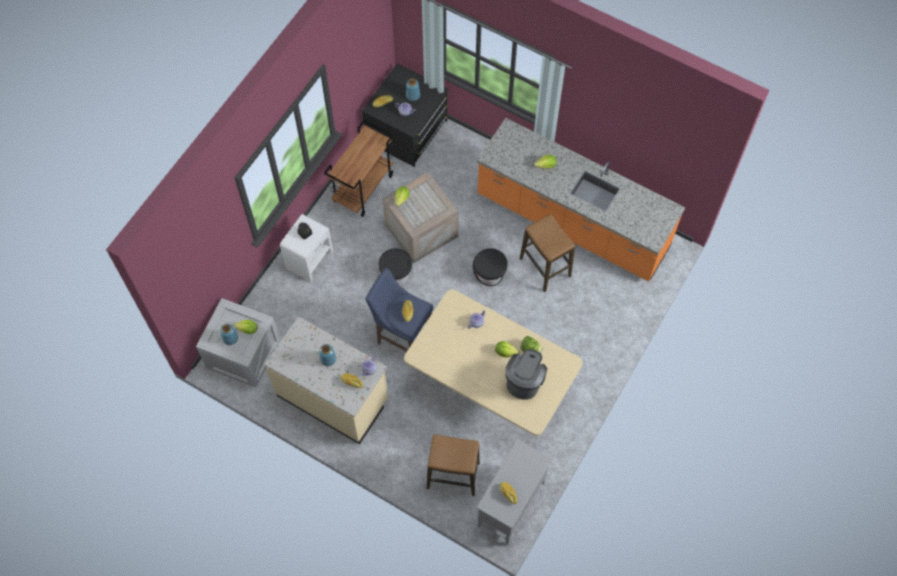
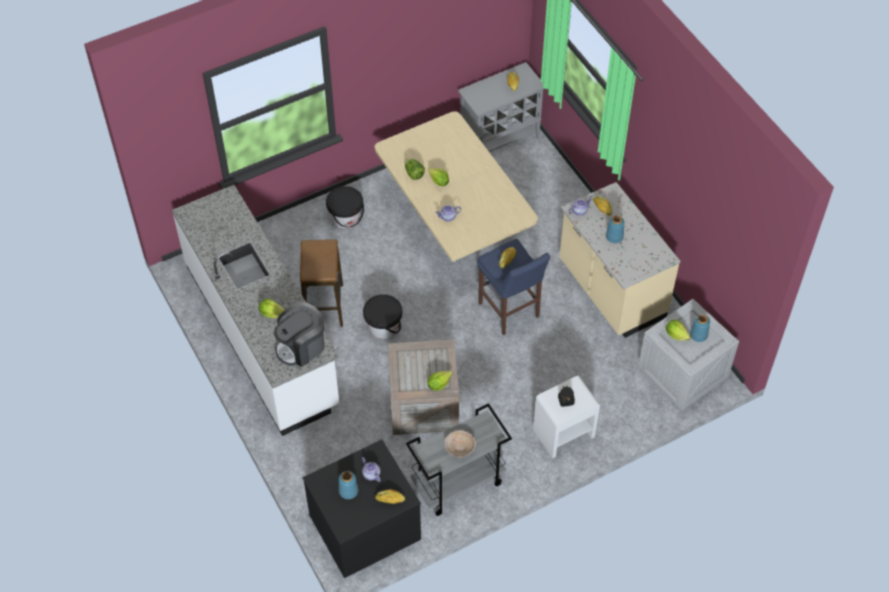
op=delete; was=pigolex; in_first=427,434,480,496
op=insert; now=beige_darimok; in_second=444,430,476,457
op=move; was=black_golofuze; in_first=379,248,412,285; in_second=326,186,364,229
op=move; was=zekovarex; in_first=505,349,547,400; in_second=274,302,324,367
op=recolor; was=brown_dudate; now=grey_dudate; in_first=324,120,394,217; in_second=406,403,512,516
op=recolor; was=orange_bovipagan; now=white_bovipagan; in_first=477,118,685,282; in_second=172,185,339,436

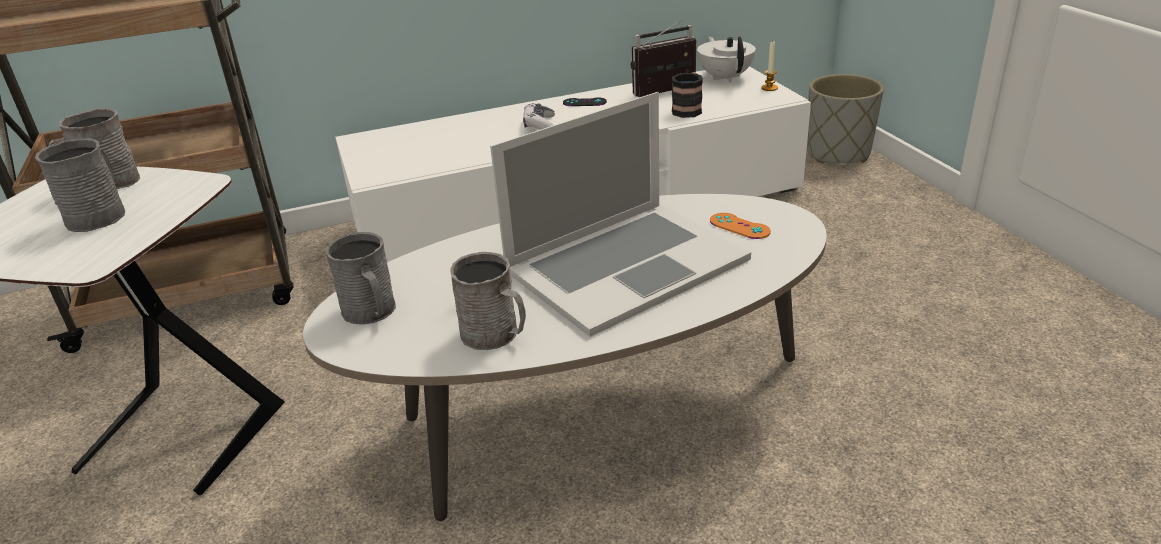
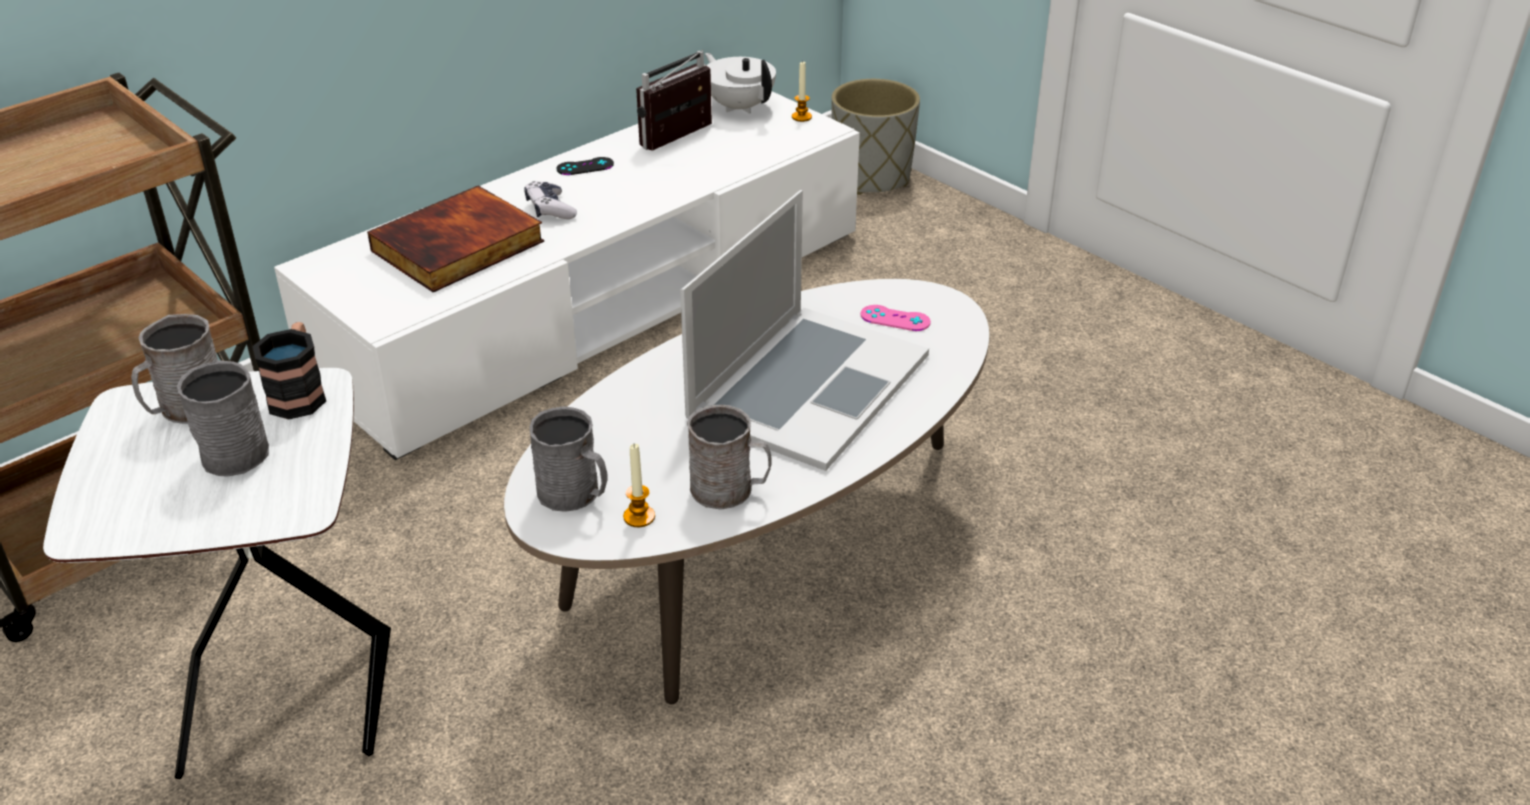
op=insert; now=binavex; in_second=367,186,544,292
op=insert; now=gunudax; in_second=623,444,655,527
op=move; was=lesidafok; in_first=672,72,703,118; in_second=252,322,326,420
op=recolor; was=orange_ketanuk; now=pink_ketanuk; in_first=710,213,771,239; in_second=861,305,931,331

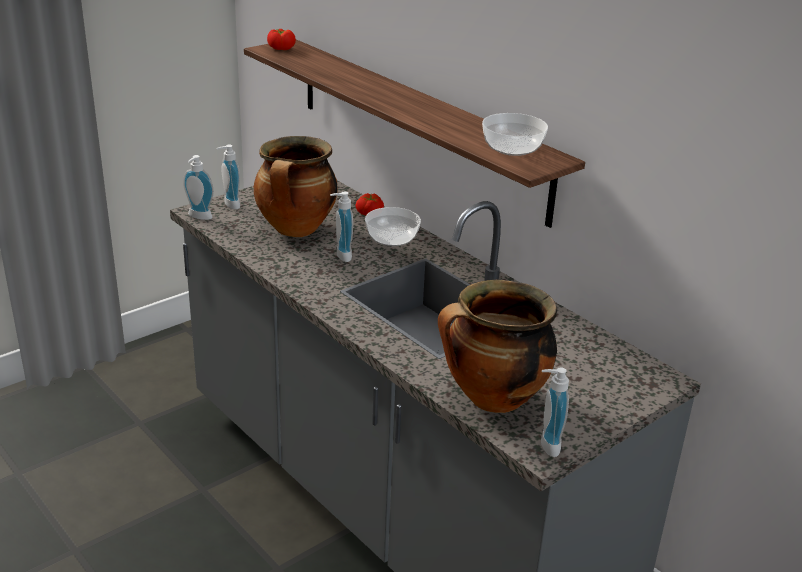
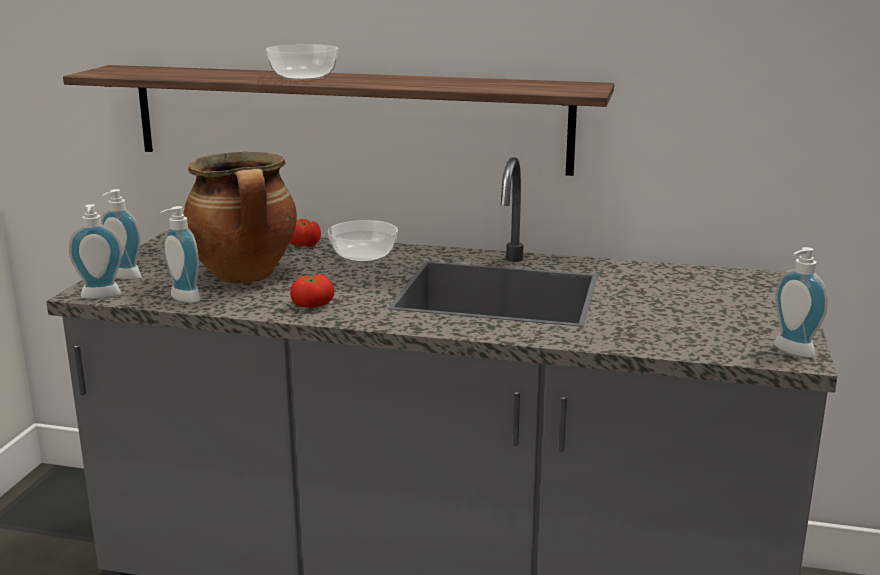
op=delete; was=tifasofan; in_first=438,280,557,413
op=move; was=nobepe; in_first=267,29,296,50; in_second=290,274,334,308
op=move; was=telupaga; in_first=330,192,353,262; in_second=160,206,201,303
op=move; was=darimok; in_first=482,113,548,156; in_second=266,44,338,80

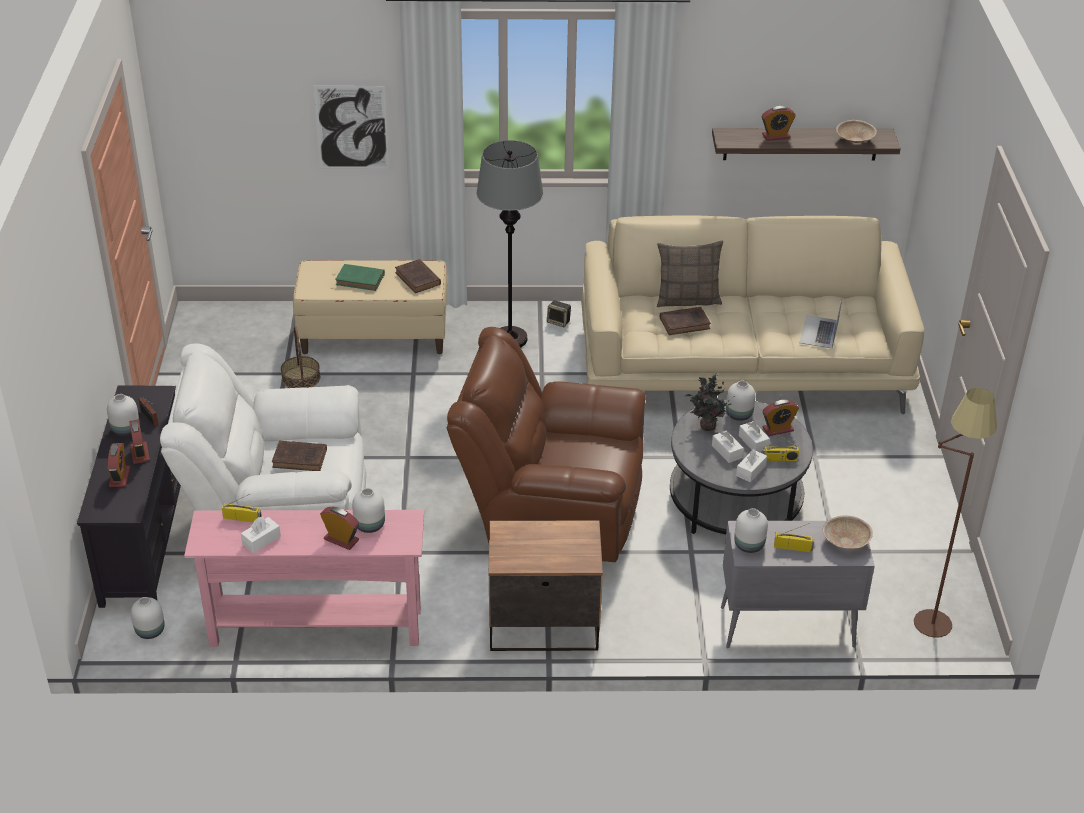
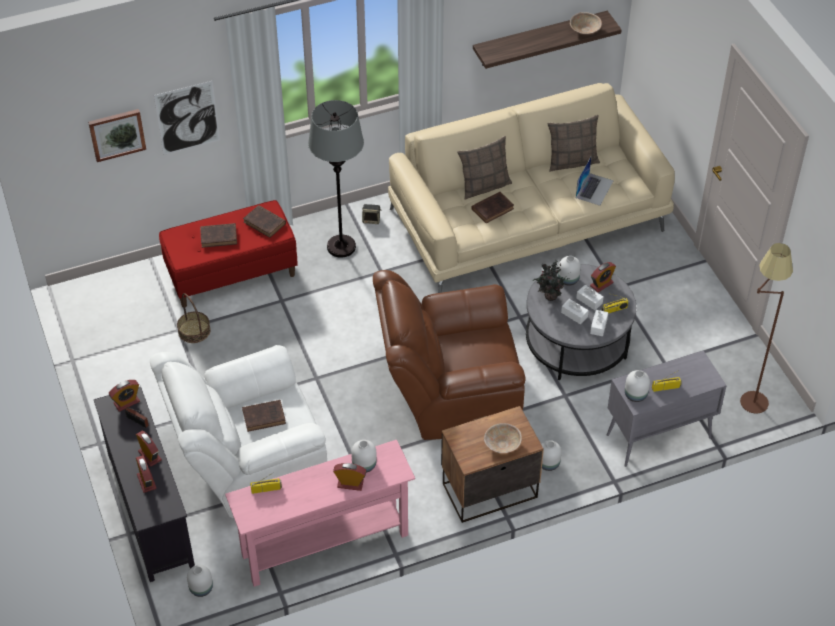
op=delete; was=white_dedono; in_first=241,516,281,553
op=insert; now=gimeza; in_second=88,109,146,162
op=insert; now=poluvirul; in_second=547,115,600,172
op=move; was=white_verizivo; in_first=107,394,140,436; in_second=541,440,561,471
op=move; was=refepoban; in_first=762,106,796,141; in_second=109,380,140,412
op=move; was=beige_darimok; in_first=822,516,873,549; in_second=484,423,522,453
op=recolor; was=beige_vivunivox; now=red_vivunivox; in_first=293,260,447,354; in_second=159,200,298,307
op=recolor; was=green_binavex; now=brown_binavex; in_first=335,264,385,291; in_second=200,223,237,248
op=rotate; was=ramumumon; in_first=799,295,843,349; in_second=576,157,613,206; clockwise=-150

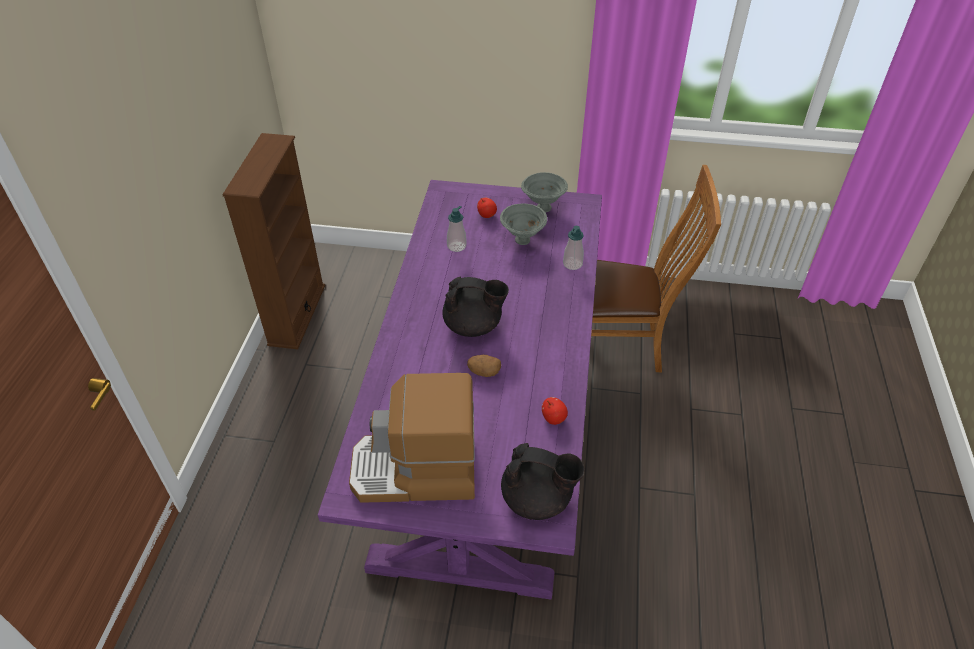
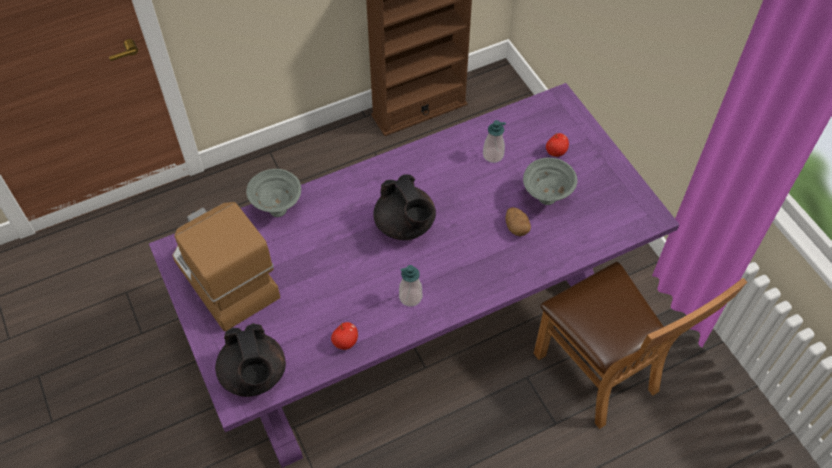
op=move; was=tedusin; in_first=467,355,501,377; in_second=506,207,531,236
op=move; was=grey_darimok; in_first=521,172,568,213; in_second=246,169,301,217
op=move; was=telupaga; in_first=563,226,584,270; in_second=399,265,422,307

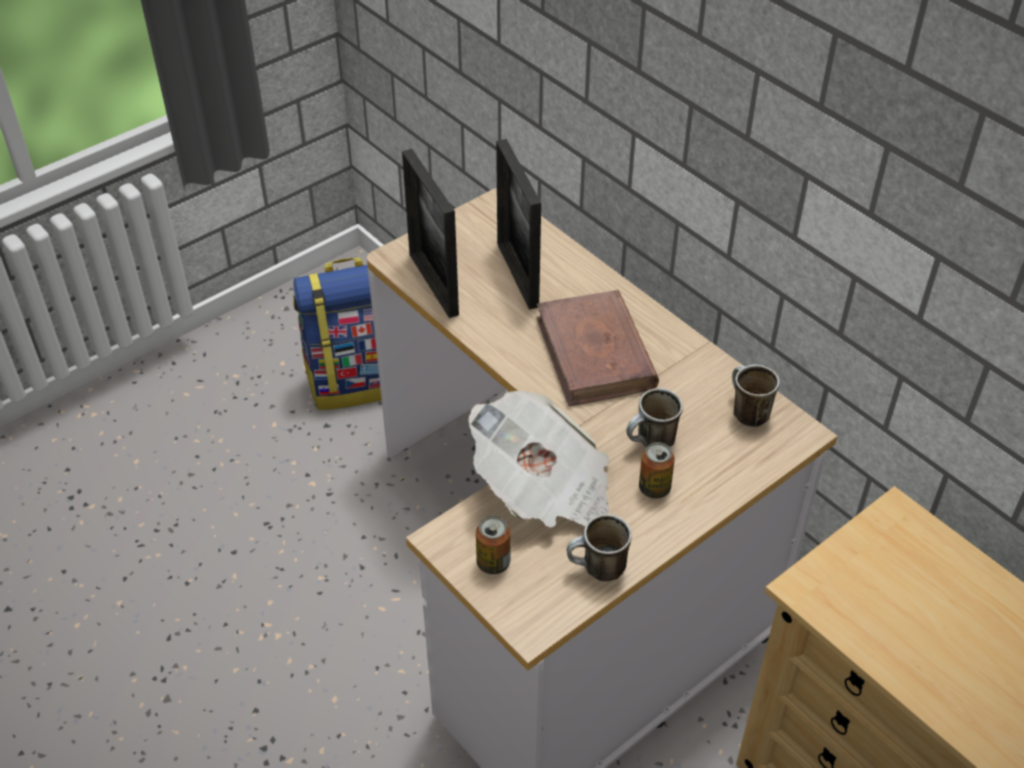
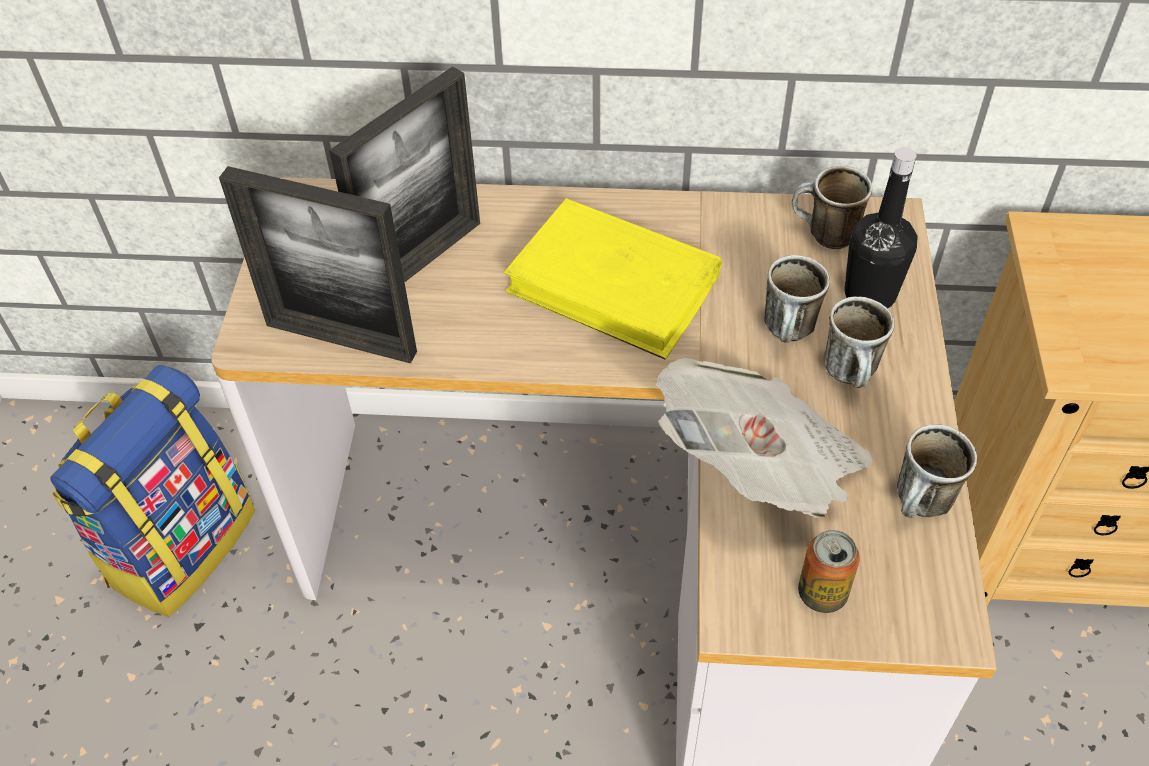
op=insert; now=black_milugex; in_second=845,147,917,309
op=replace; was=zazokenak; now=lesidafok; in_first=639,442,675,499; in_second=824,296,895,388
op=recolor; was=brown_binavex; now=yellow_binavex; in_first=536,290,659,406; in_second=504,198,722,360
op=rotate; was=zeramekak; in_first=496,139,541,309; in_second=329,66,480,282; clockwise=-75

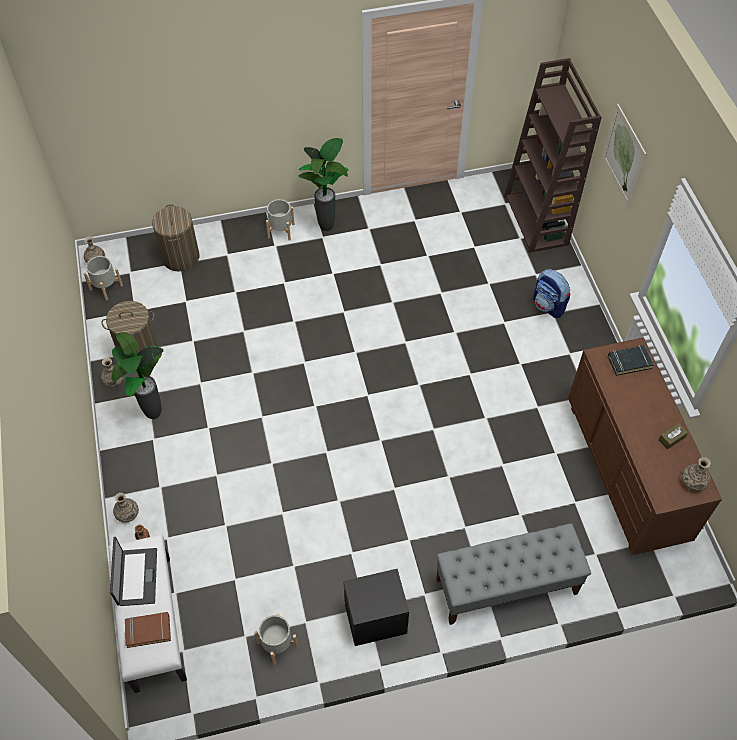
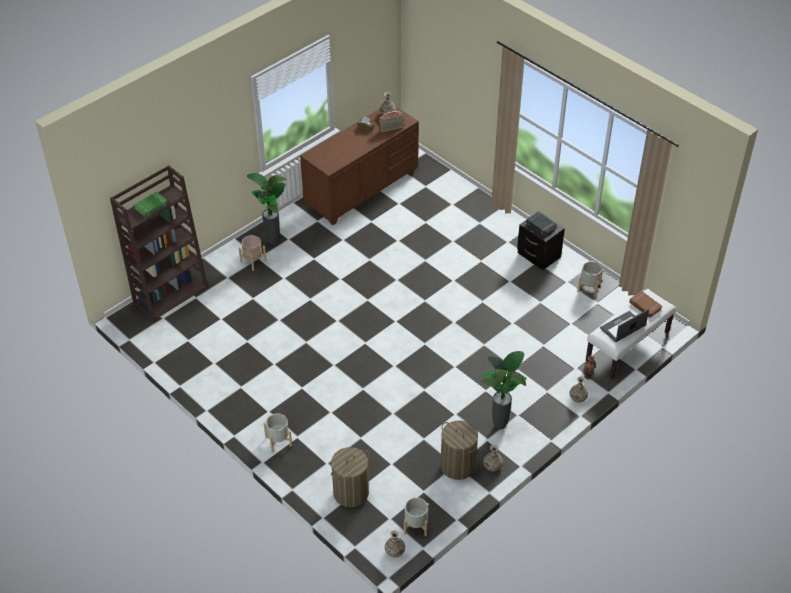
op=delete; was=grey_vivunivox; in_first=436,523,591,625
op=delete; was=gimeza; in_first=602,104,647,207
op=insert; now=green_binavex; in_second=134,192,168,217
op=insert; now=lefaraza; in_second=379,111,403,133
op=move; was=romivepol; in_first=299,138,348,231; in_second=247,173,287,245
op=move; was=black_binavex; in_first=608,345,654,376; in_second=526,211,557,236
op=replace; was=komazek; now=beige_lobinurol; in_first=533,269,570,318; in_second=238,235,267,271

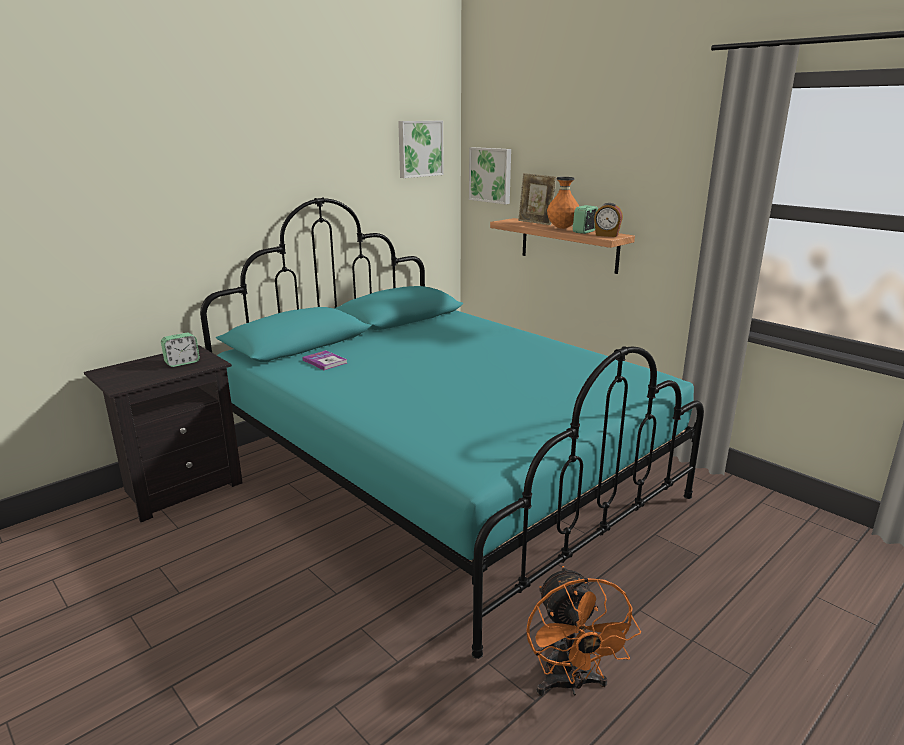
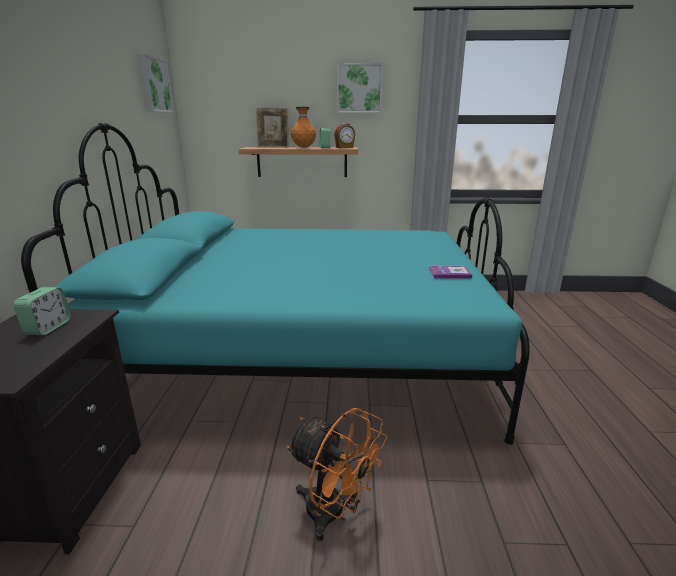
op=move; was=binavex; in_first=302,350,347,370; in_second=429,266,472,279
op=move; was=gimeza; in_first=469,147,511,204; in_second=337,63,383,113
op=move; was=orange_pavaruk; in_first=526,566,641,696; in_second=286,408,387,542

